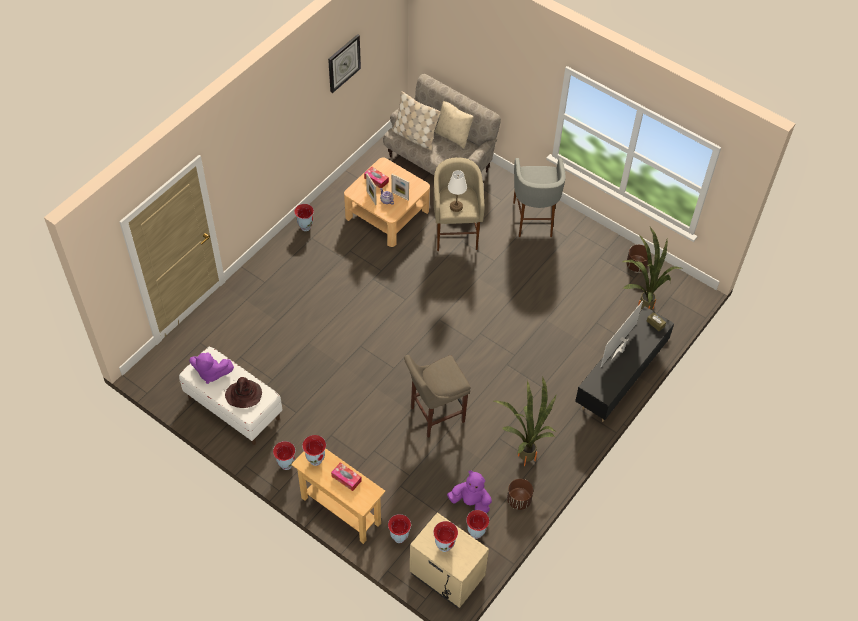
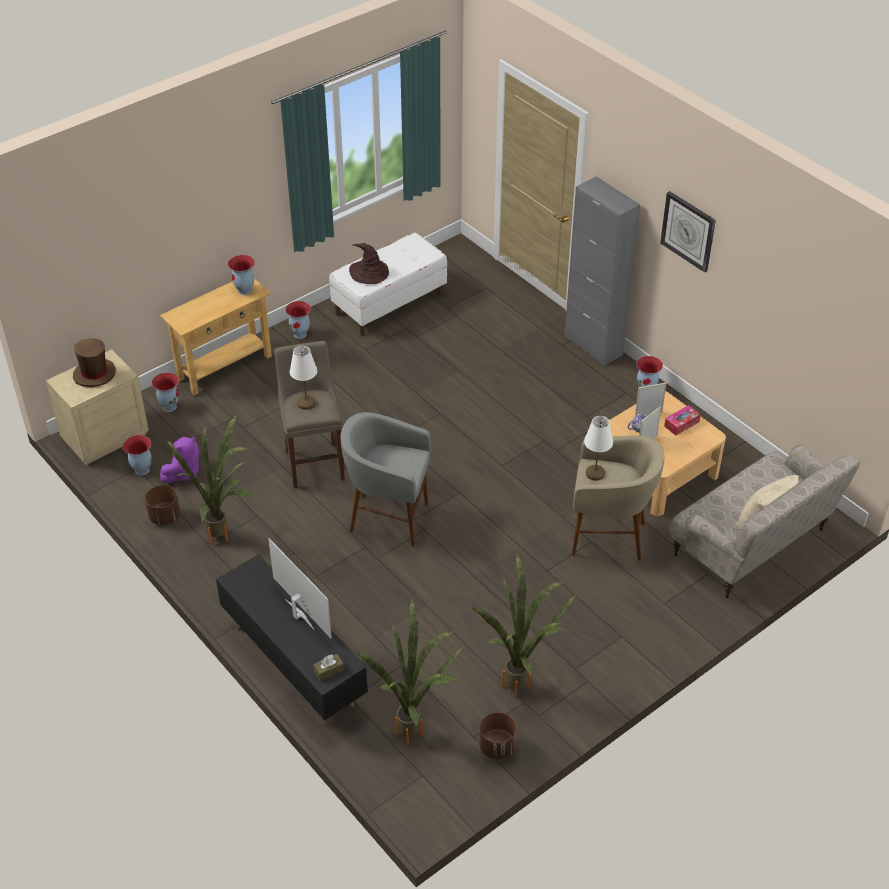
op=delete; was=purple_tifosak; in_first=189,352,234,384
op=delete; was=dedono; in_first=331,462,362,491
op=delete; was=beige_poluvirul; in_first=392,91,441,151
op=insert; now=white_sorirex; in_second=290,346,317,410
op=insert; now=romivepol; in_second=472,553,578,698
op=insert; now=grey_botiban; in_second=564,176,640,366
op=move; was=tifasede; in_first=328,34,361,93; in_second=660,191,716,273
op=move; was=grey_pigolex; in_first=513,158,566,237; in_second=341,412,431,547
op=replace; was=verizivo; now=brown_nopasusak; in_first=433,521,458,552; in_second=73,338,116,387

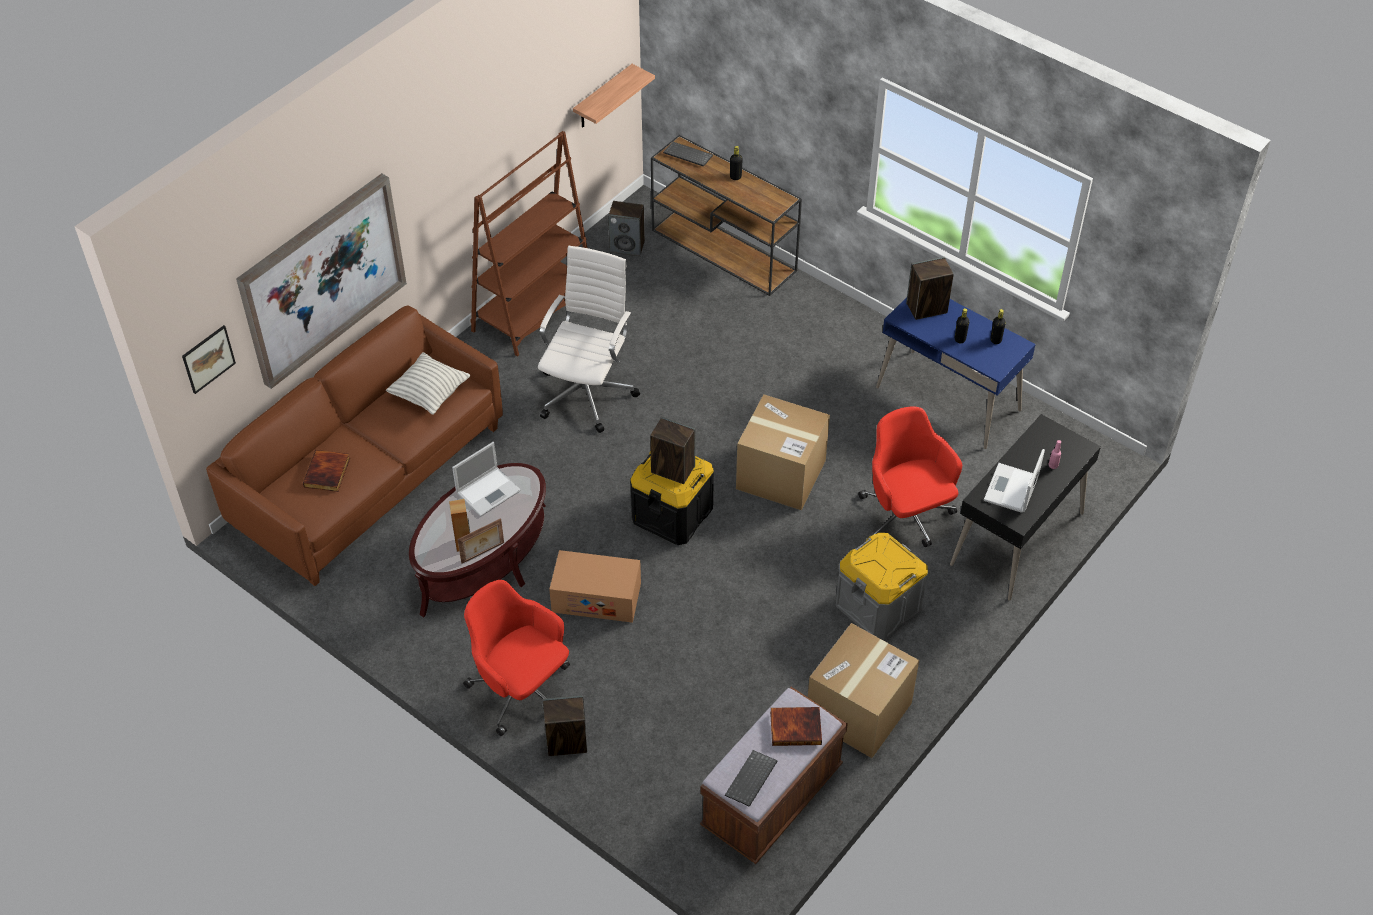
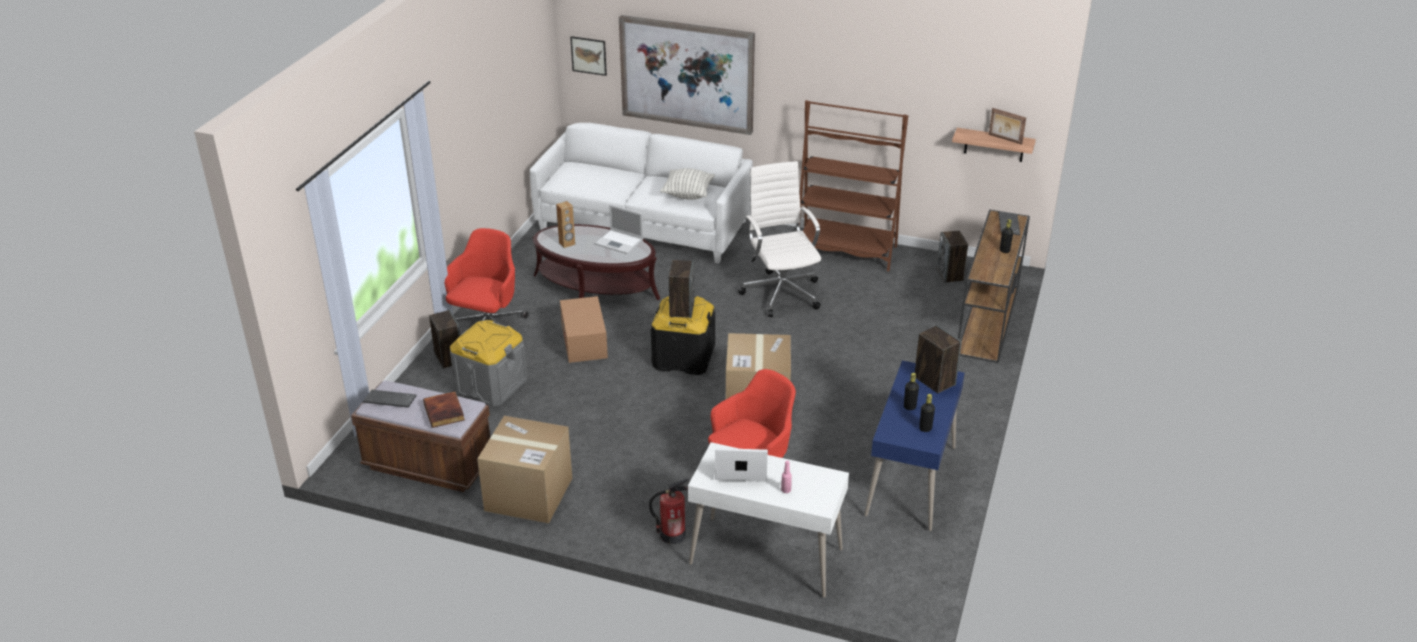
op=delete; was=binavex; in_first=303,450,350,492
op=insert; now=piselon; in_second=649,479,688,544
op=move; was=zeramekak; in_first=457,518,504,564; in_second=989,108,1026,145
op=move; was=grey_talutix; in_first=836,533,928,640; in_second=450,320,527,406
op=recolor; was=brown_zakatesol; now=white_zakatesol; in_first=206,306,503,586; in_second=530,123,753,263
op=recolor; was=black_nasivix; now=white_nasivix; in_first=950,414,1101,601; in_second=688,442,849,598
op=rotate; was=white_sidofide; in_first=538,246,640,433; in_second=738,161,821,317; clockwise=-105

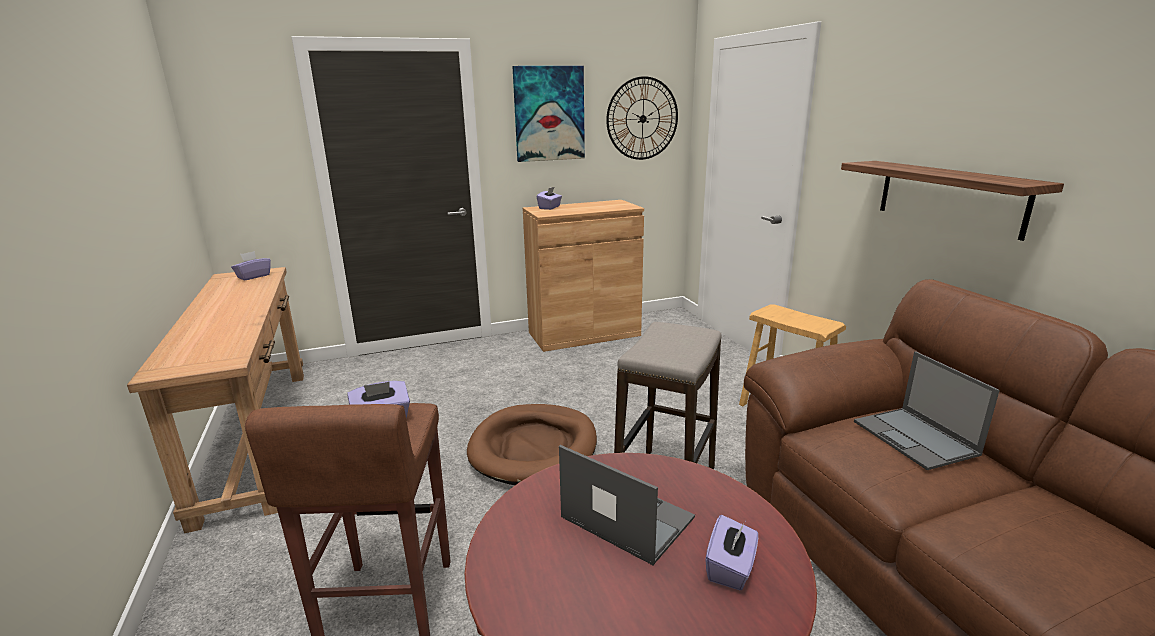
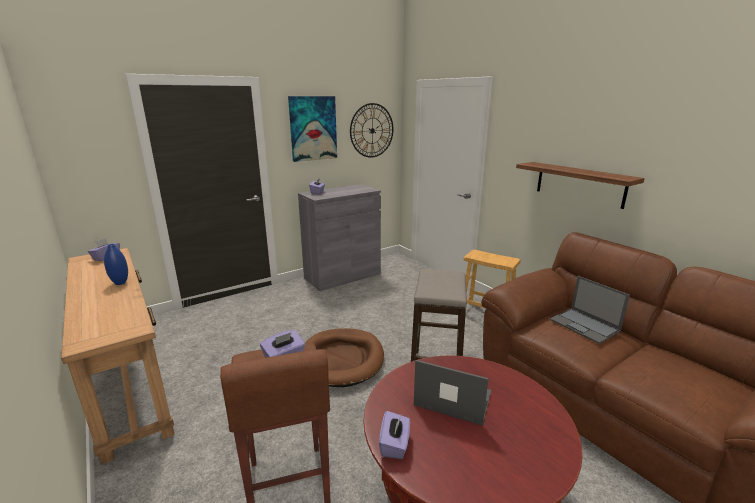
op=insert; now=blue_verizivo; in_second=104,244,128,285
op=move; was=purple_dedono; in_first=705,515,758,590; in_second=379,411,410,459
op=recolor; was=brown_botiban; now=grey_botiban; in_first=523,200,644,352; in_second=298,184,381,291

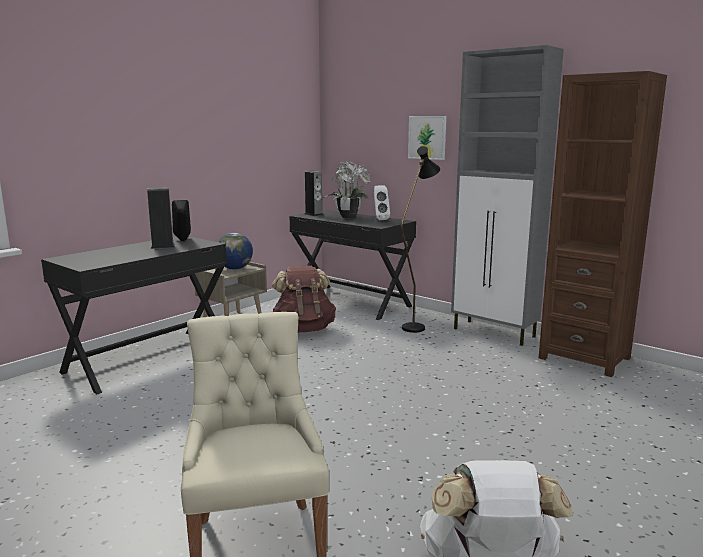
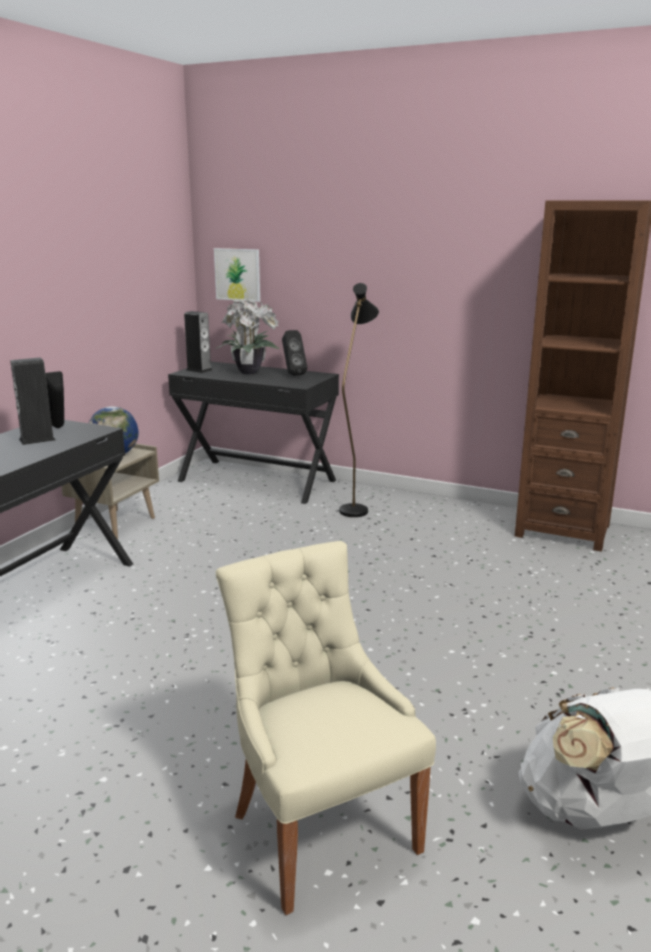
op=delete; was=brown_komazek; in_first=272,266,336,332
op=delete; was=grey_botiban; in_first=451,45,564,346
op=move; was=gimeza; in_first=408,116,446,160; in_second=214,248,260,302
op=recolor; was=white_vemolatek; now=black_vemolatek; in_first=374,185,390,220; in_second=282,330,307,376

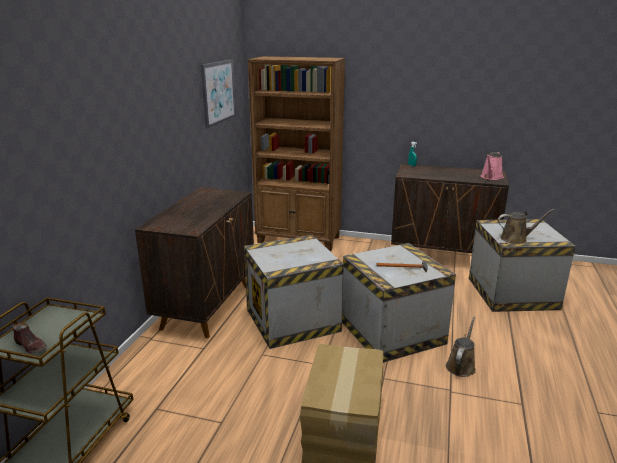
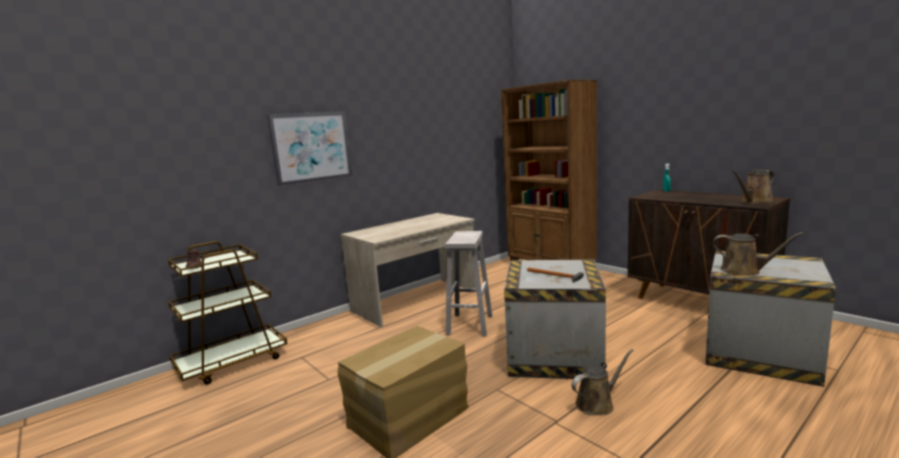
op=move; was=gimeza; in_first=201,59,236,129; in_second=268,111,353,186
op=replace; was=brown_botiban; now=beige_nasivix; in_first=135,188,254,338; in_second=341,213,476,328
op=replace; was=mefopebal; now=white_pigolex; in_first=244,235,344,349; in_second=445,231,492,336
op=recolor; was=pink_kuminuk; now=brown_kuminuk; in_first=481,152,504,180; in_second=731,169,774,204

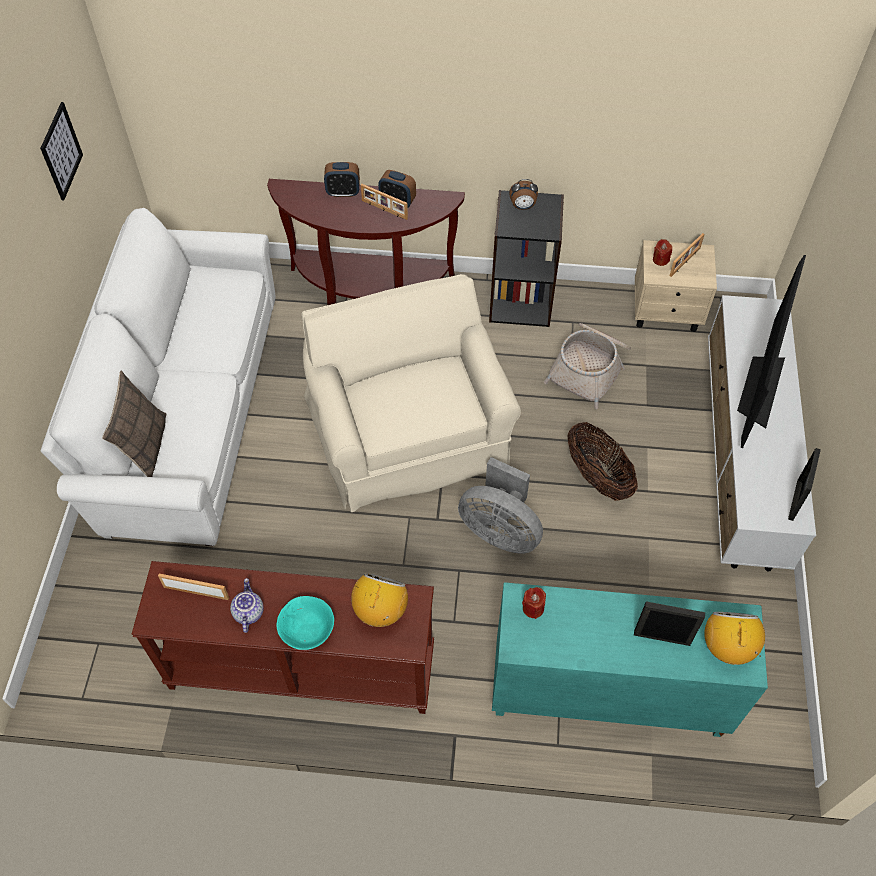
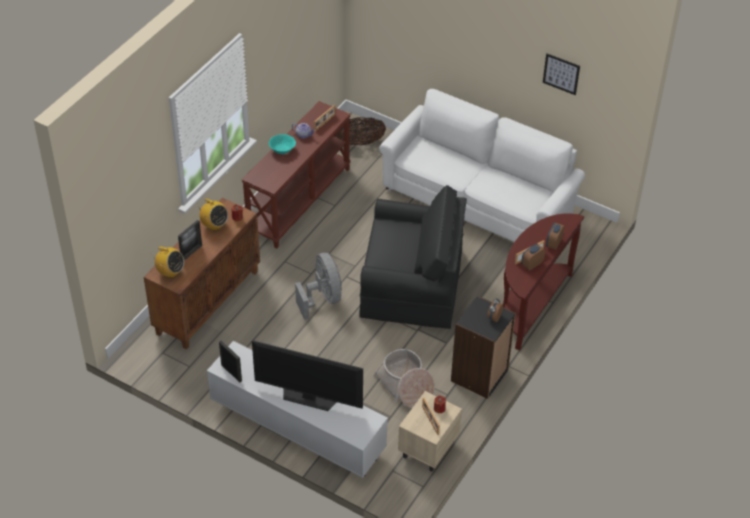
op=delete; was=poluvirul; in_first=102,371,166,477
op=move; was=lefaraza; in_first=351,573,408,627; in_second=197,199,228,230
op=move; was=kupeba; in_first=567,422,638,501; in_second=336,117,386,145
op=recolor; was=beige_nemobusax; now=black_nemobusax; in_first=301,274,521,512; in_second=359,185,467,329
op=recolor; was=turquoise_botiban; now=brown_botiban; in_first=492,582,768,737; in_second=144,198,260,350
op=rotate; was=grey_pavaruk; in_first=458,457,543,553; in_second=295,253,342,320; clockwise=105
op=rotate; was=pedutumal; in_first=737,255,806,448; in_second=252,340,363,411; clockwise=150

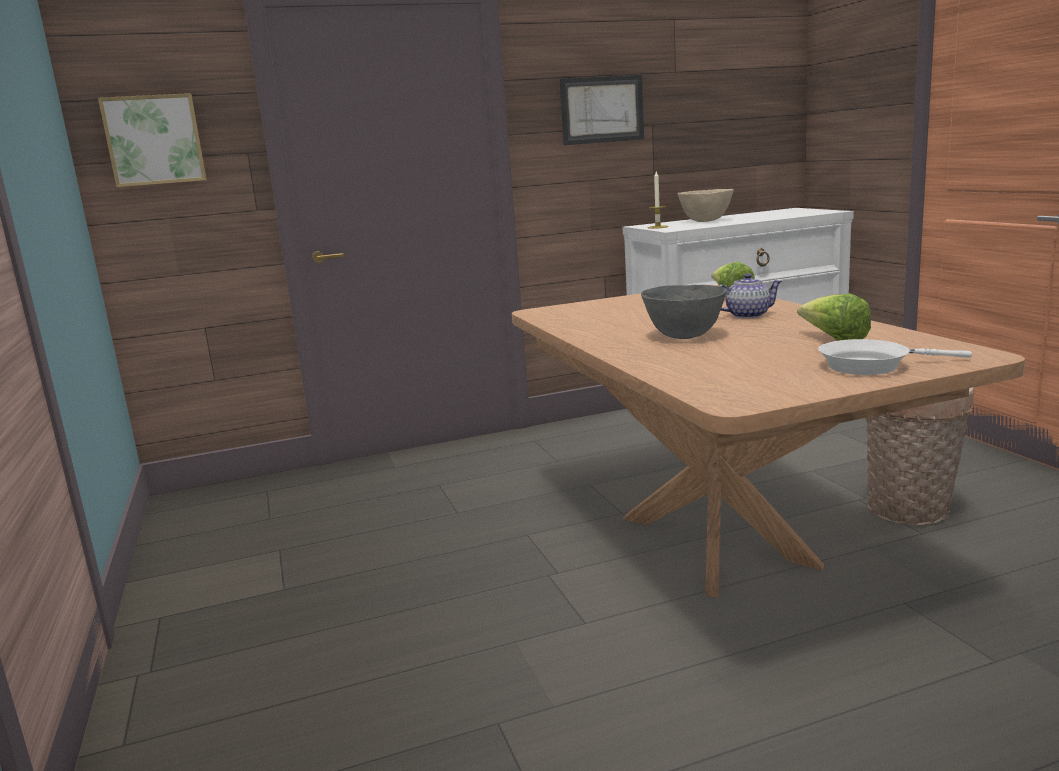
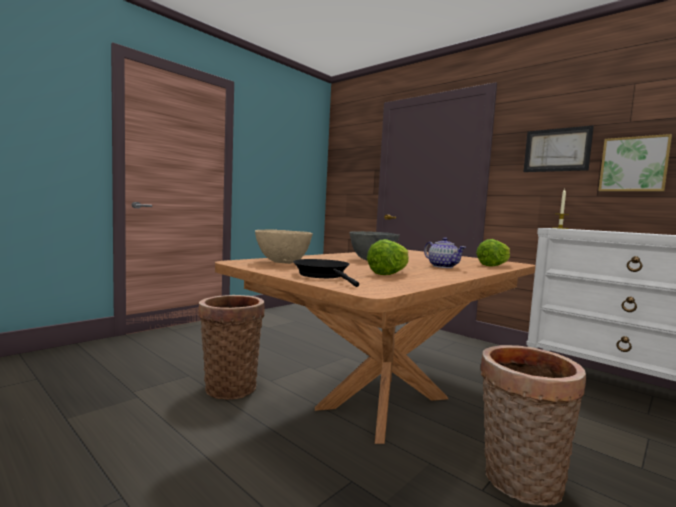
op=insert; now=kupeba; in_second=198,295,265,400
op=move; was=gimeza; in_first=98,93,207,187; in_second=598,134,672,191
op=move; was=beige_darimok; in_first=678,189,734,222; in_second=255,229,313,264
op=recolor; was=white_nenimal; now=black_nenimal; in_first=818,339,972,375; in_second=293,259,359,287

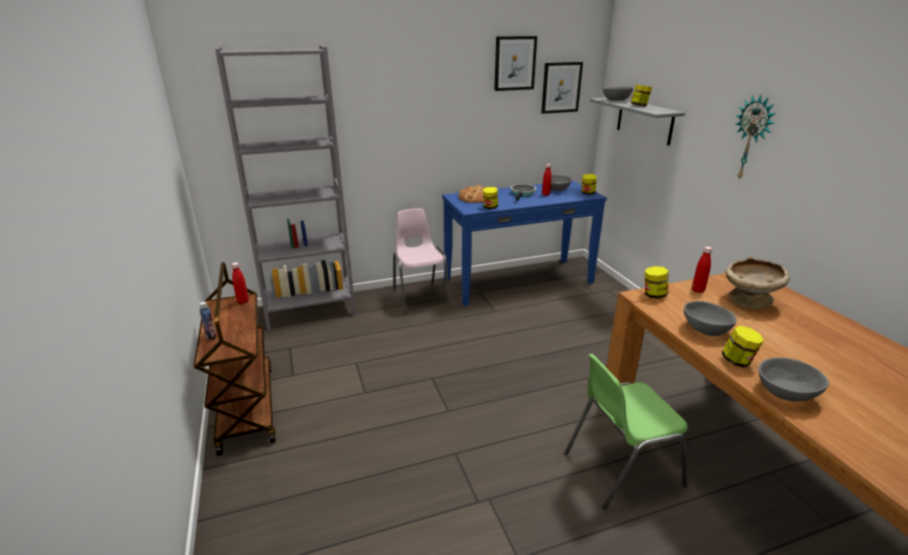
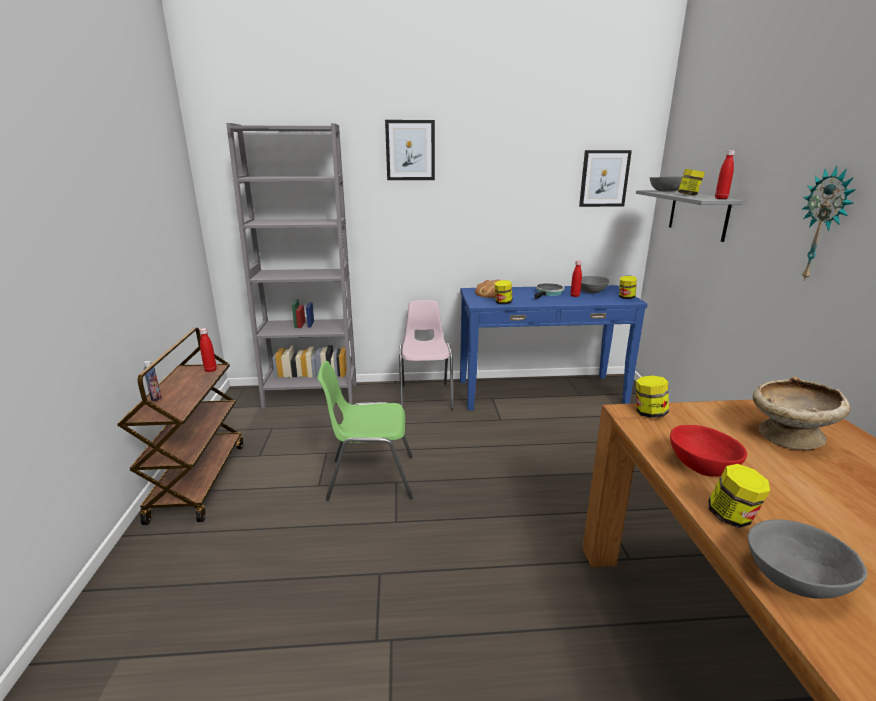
op=move; was=gimeza; in_first=494,36,537,91; in_second=385,120,435,180
op=move; was=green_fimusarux; in_first=565,354,688,510; in_second=318,361,413,501
op=move; was=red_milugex; in_first=692,246,712,293; in_second=715,150,735,199
op=recolor; was=grey_darimok; now=red_darimok; in_first=684,301,737,336; in_second=670,425,747,477

